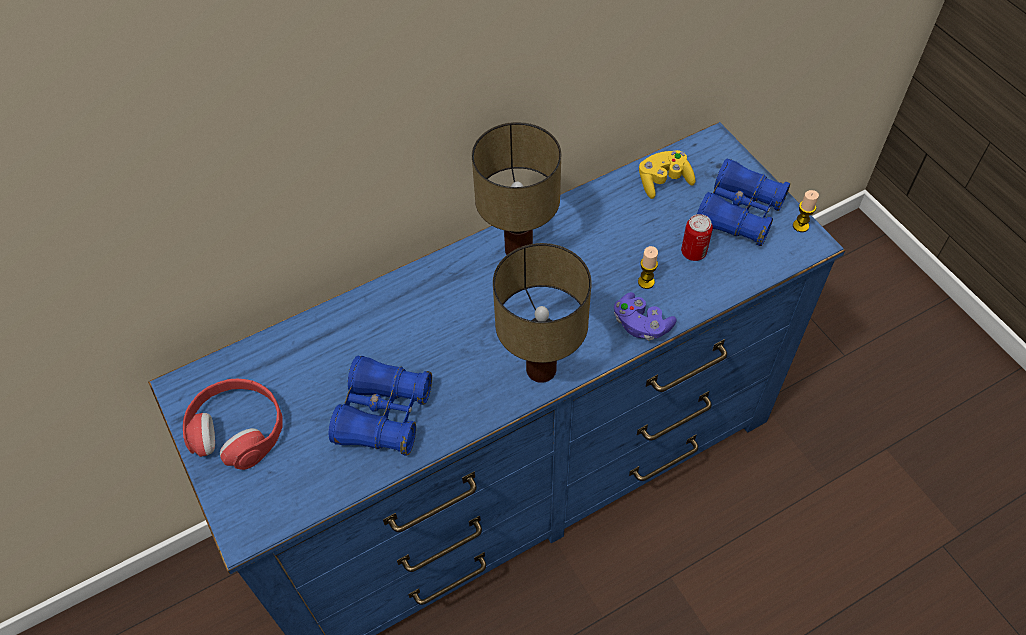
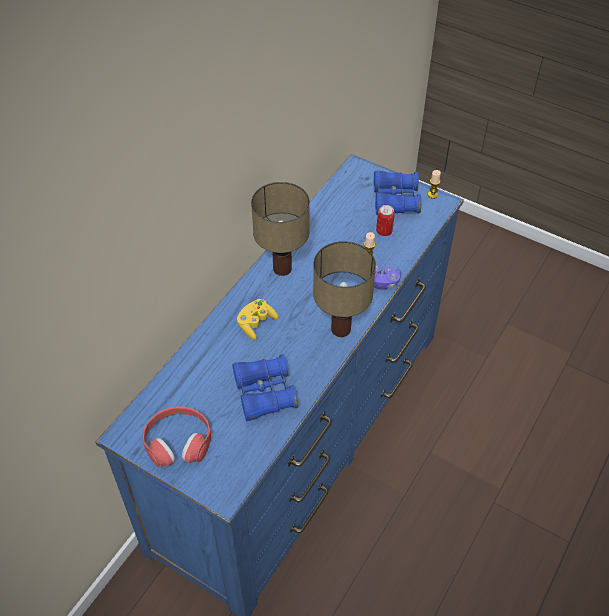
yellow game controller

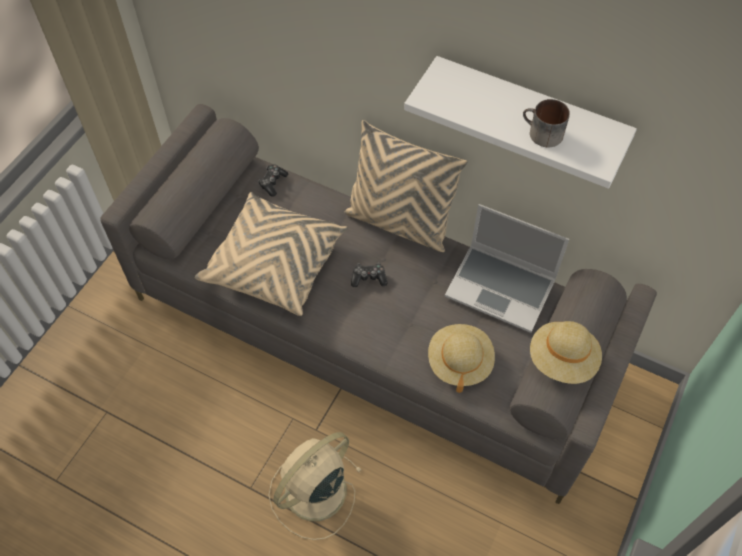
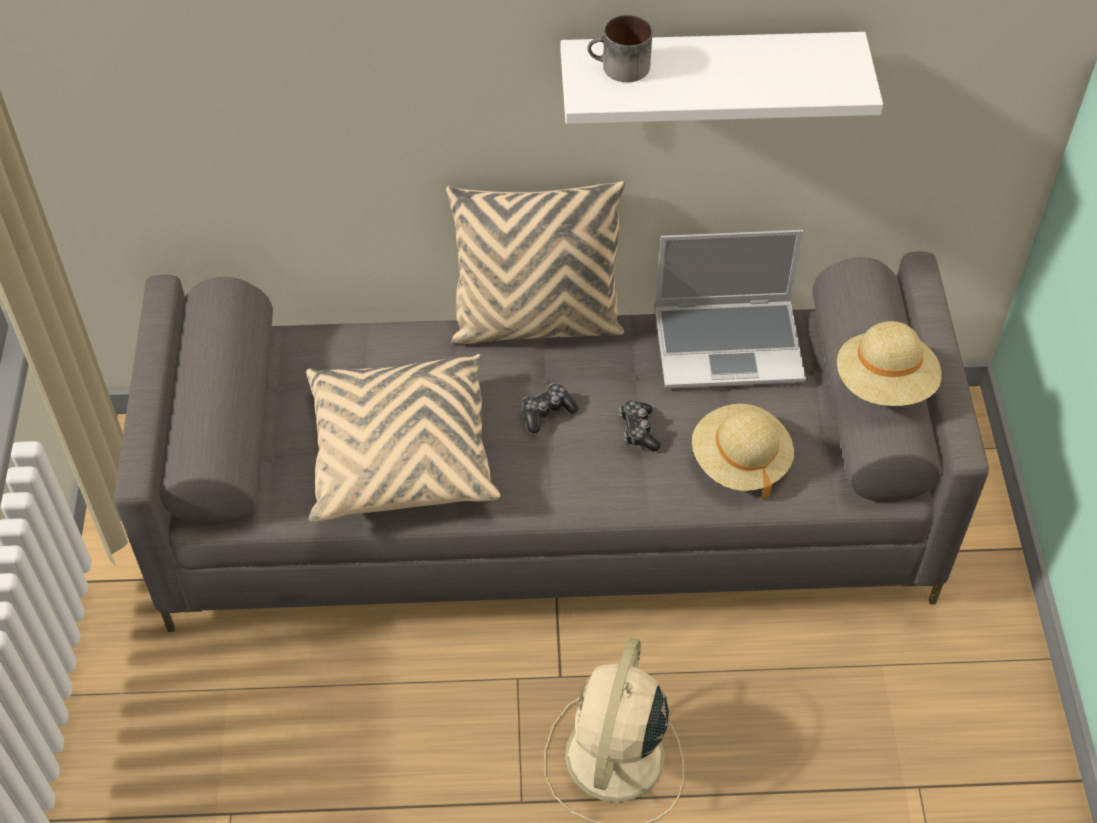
mug; game controller (2nd from left)

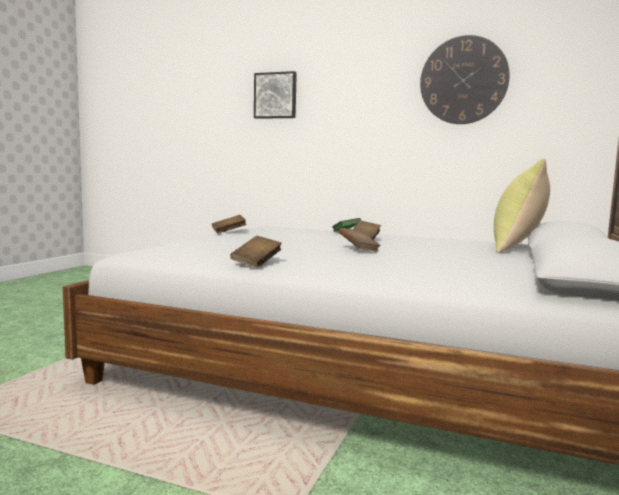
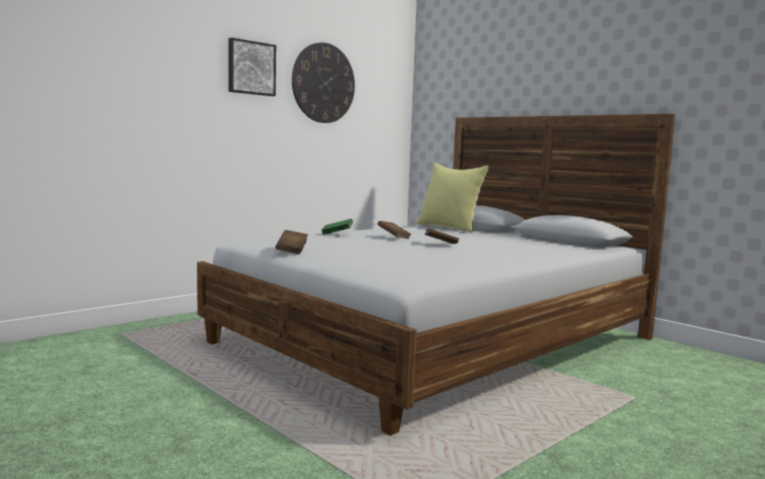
picture; brown book (2nd from left in the first image)

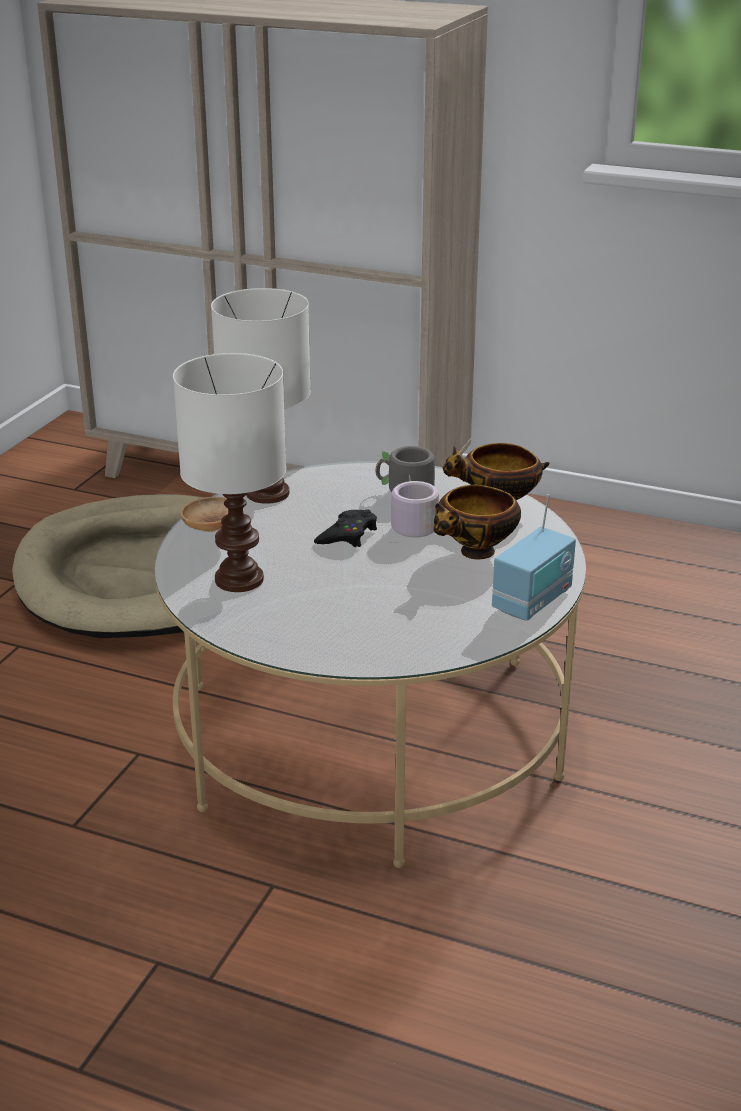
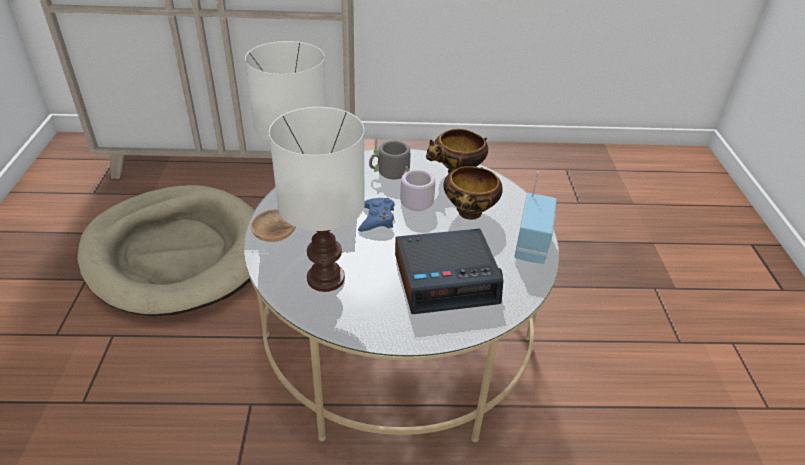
blue game controller; alarm clock

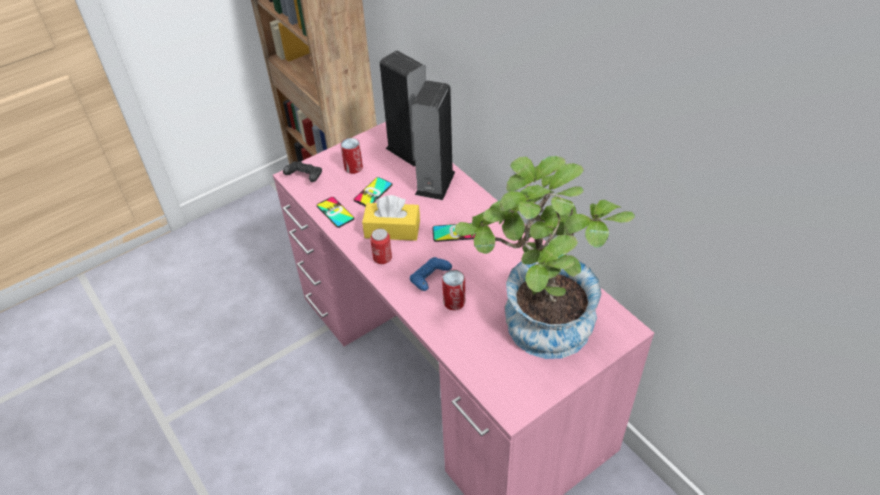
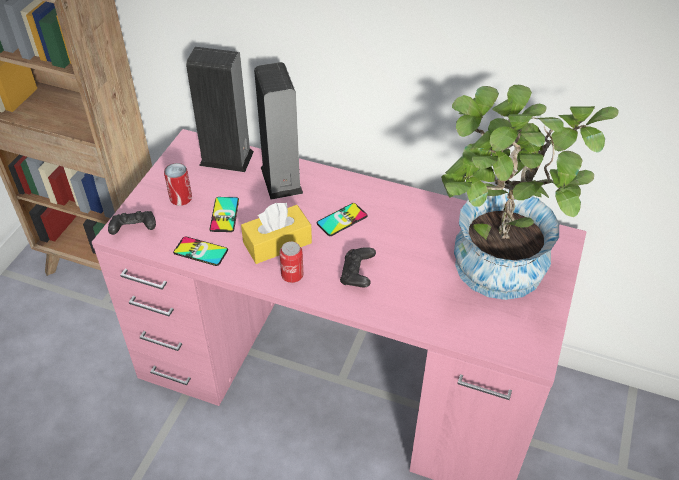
black game controller (2nd from left); can (3rd from left in the first image)

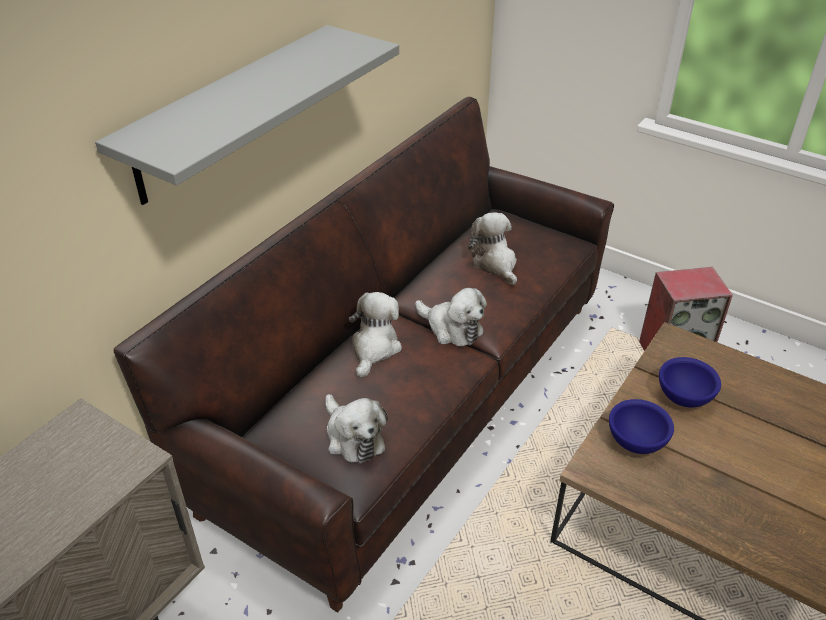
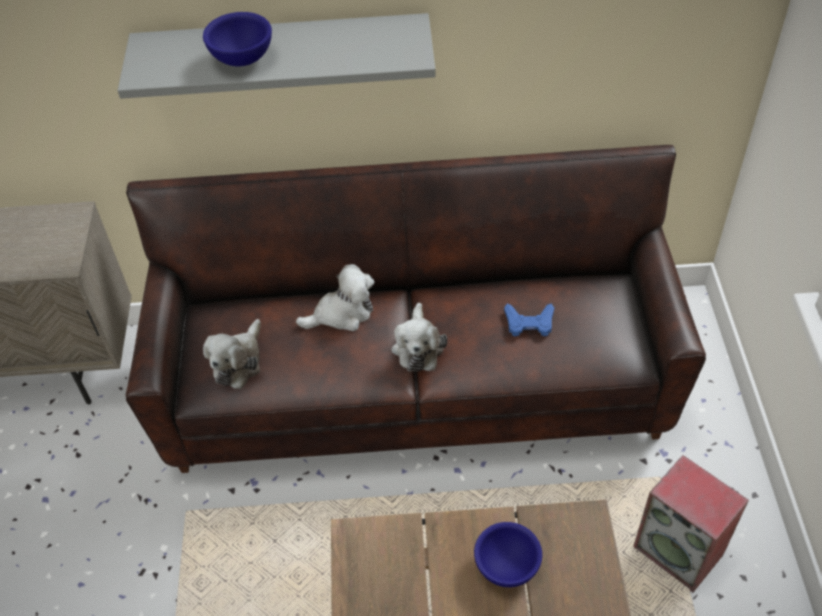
blue bowl (1st from left); blue game controller

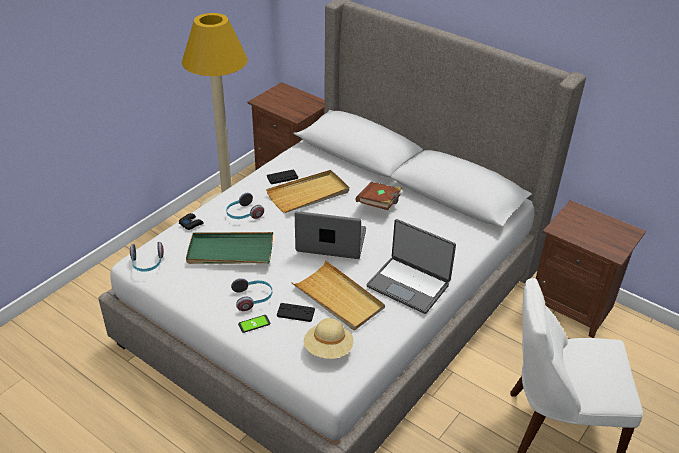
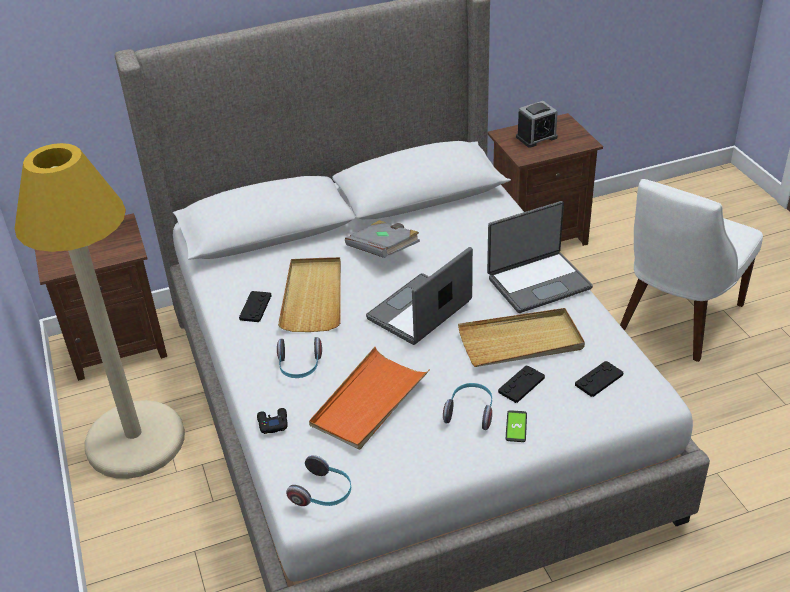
orange tray; grey book; alarm clock; black game controller (4th from left)

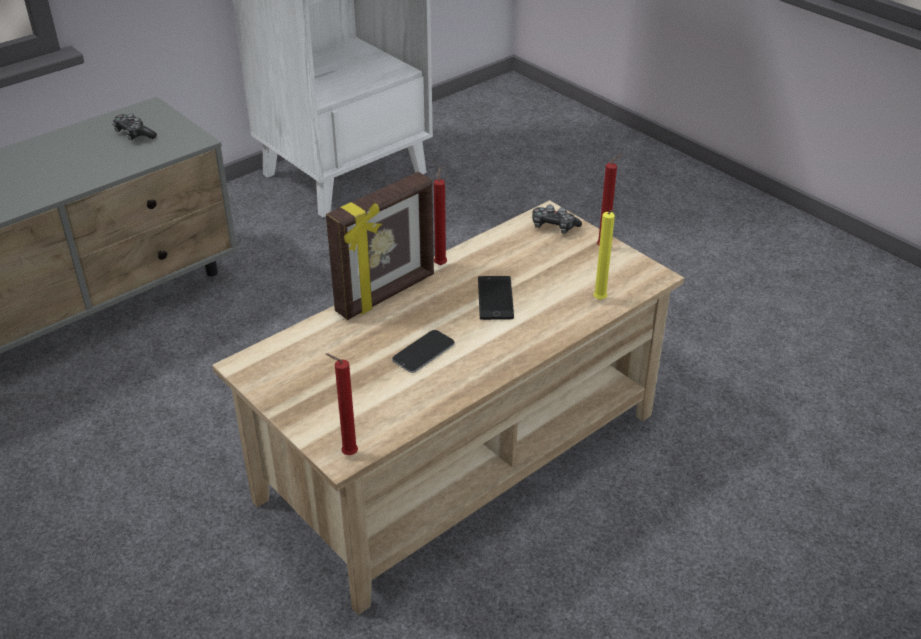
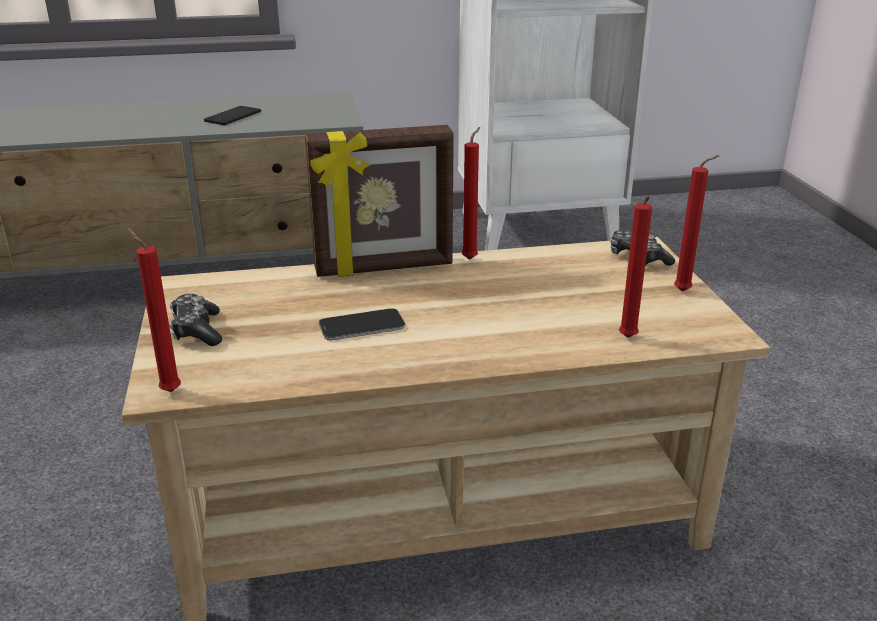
game controller (1st from left); phone (1st from left); red candle (3rd from left)

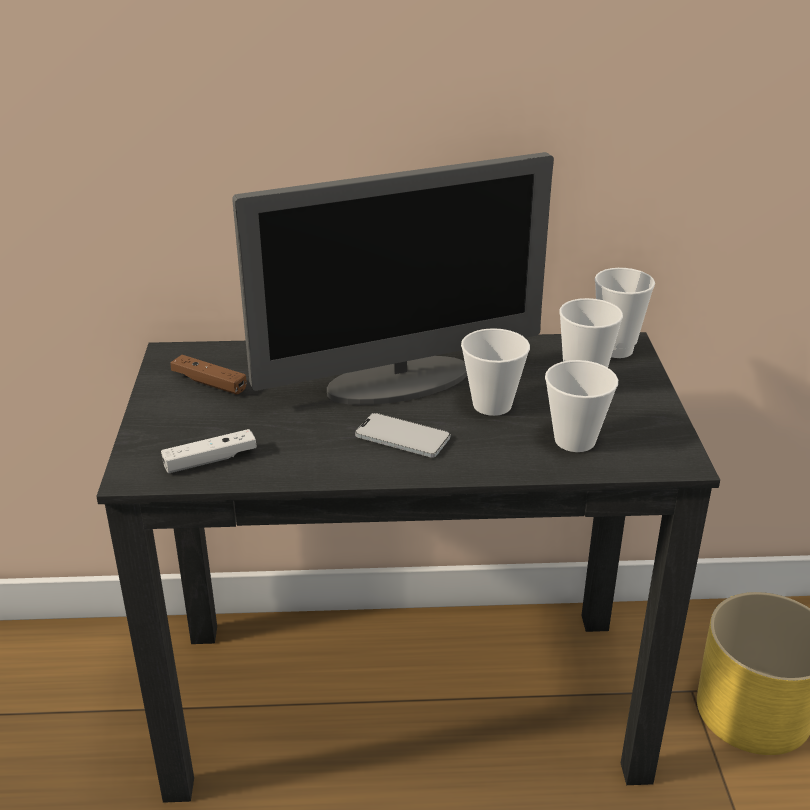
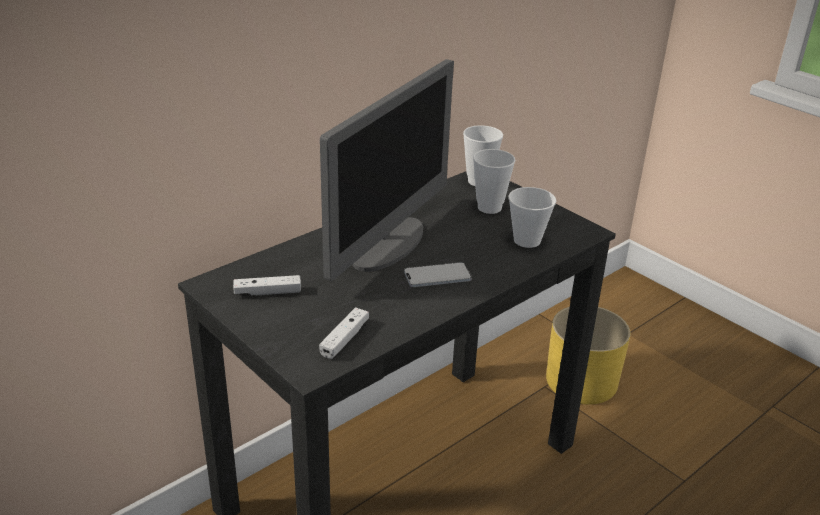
white game controller (1st from left); cup (1st from left in the first image)

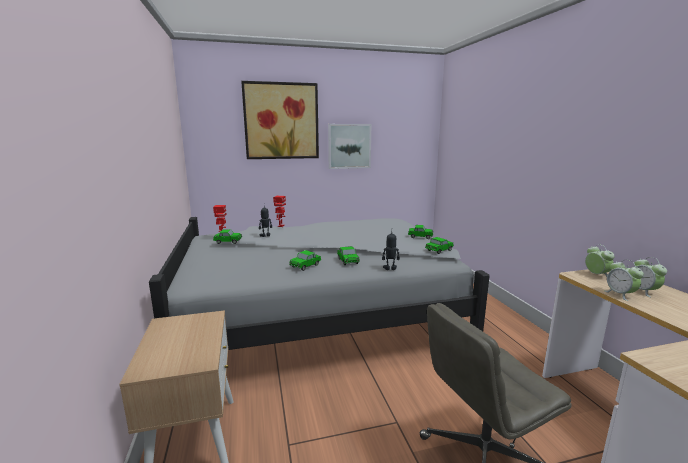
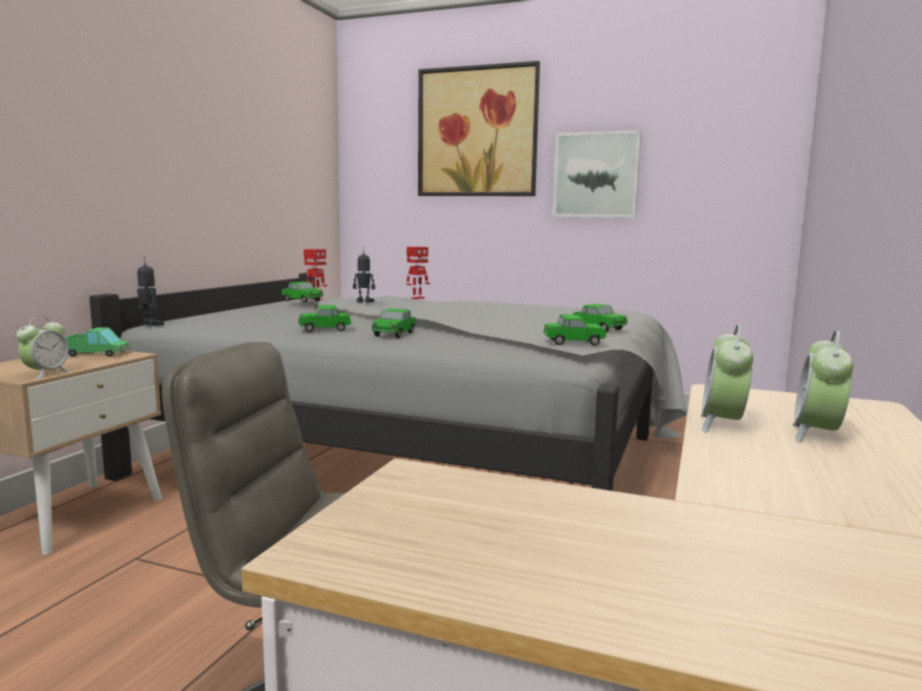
alarm clock (1st from left); toy truck; toy robot (1st from left)

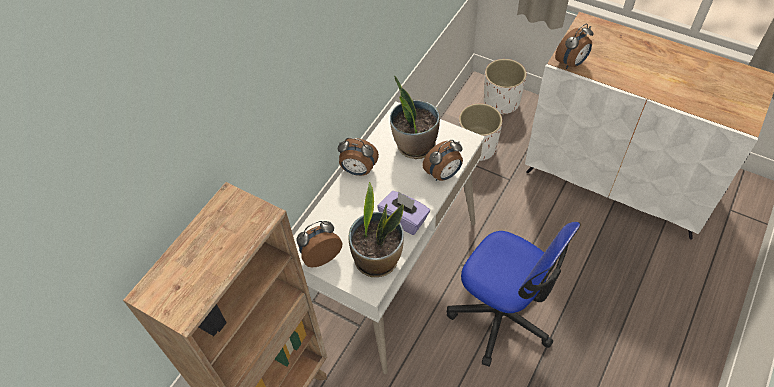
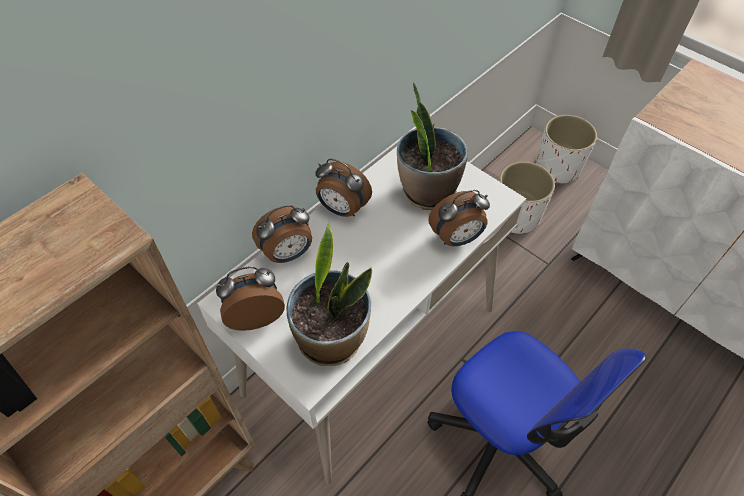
alarm clock (2nd from left); purple tissue box

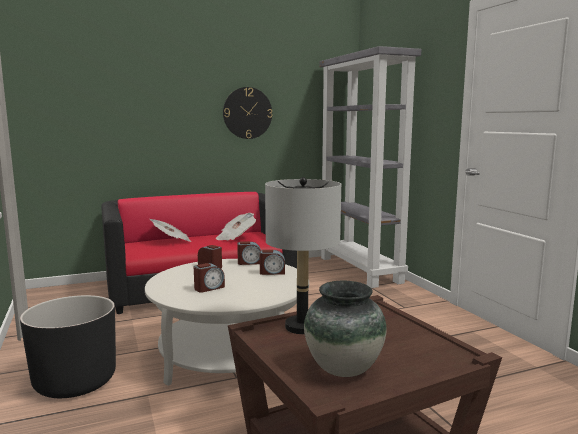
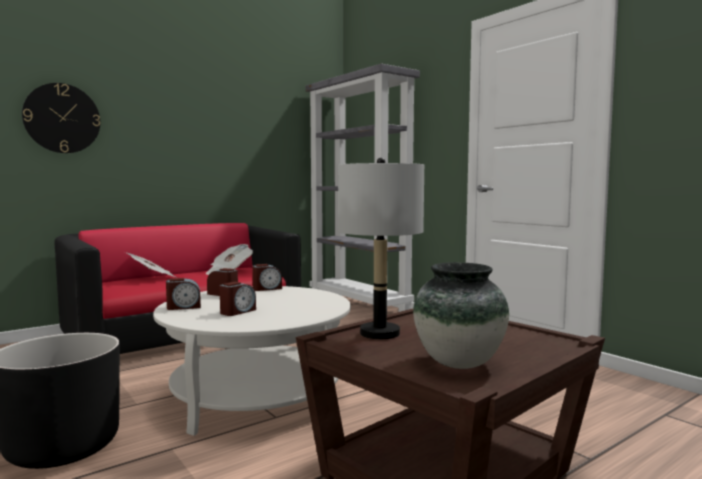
wall clock; alarm clock (1st from left)

